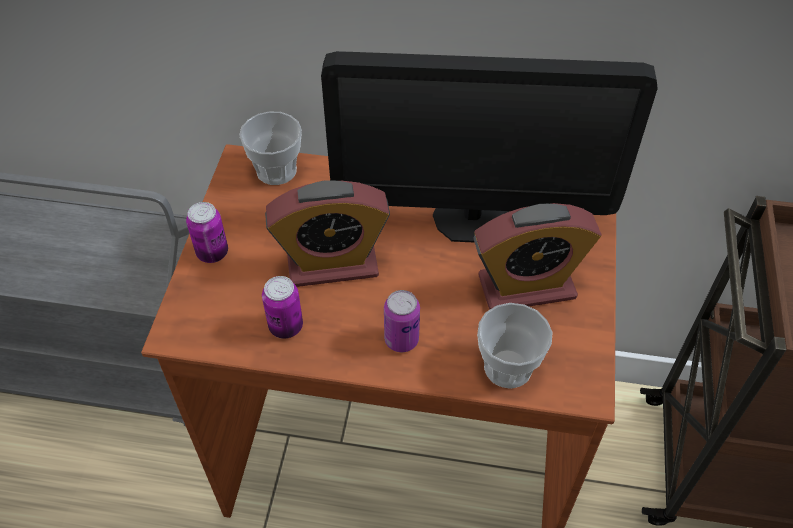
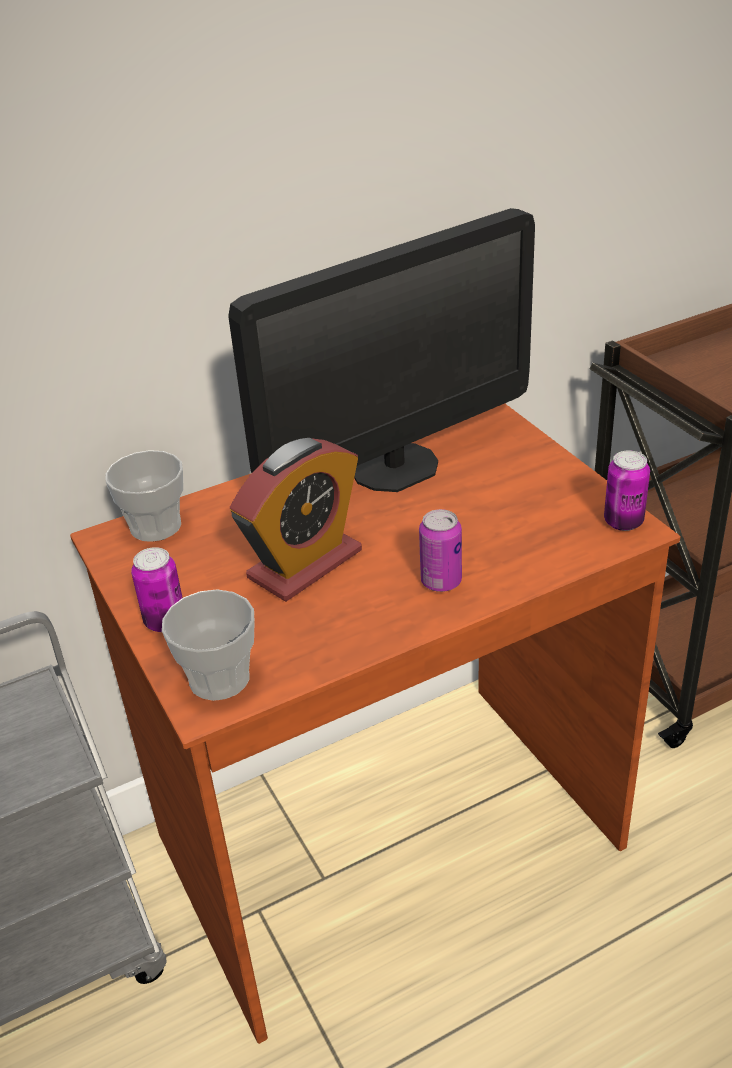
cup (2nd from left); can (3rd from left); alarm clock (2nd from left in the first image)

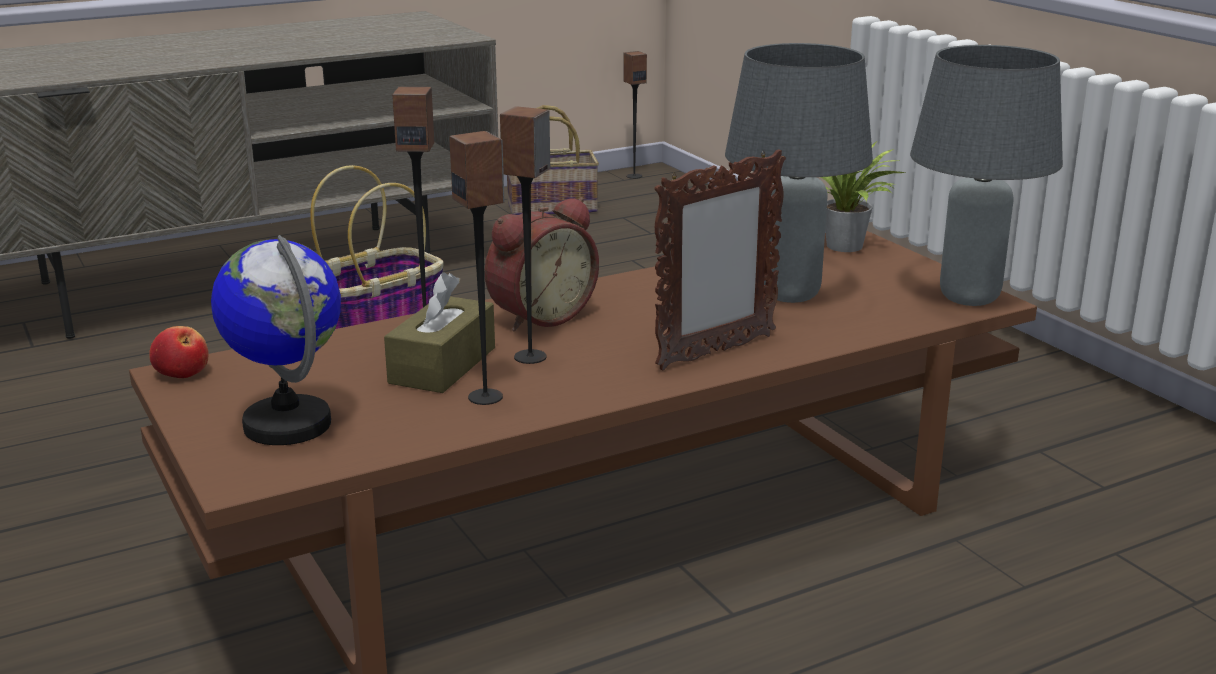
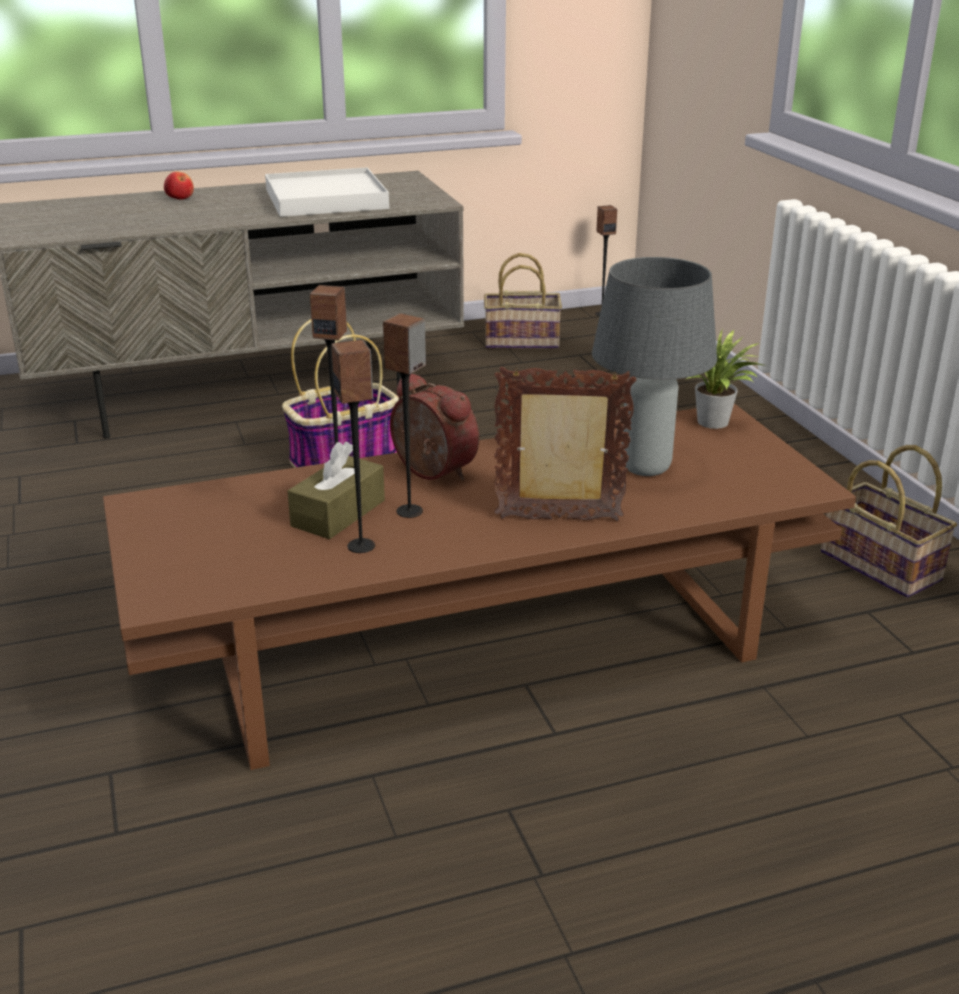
apple; white tray; alarm clock; picture frame; basket (3rd from left); globe; grey table lamp (2nd from left in the first image)

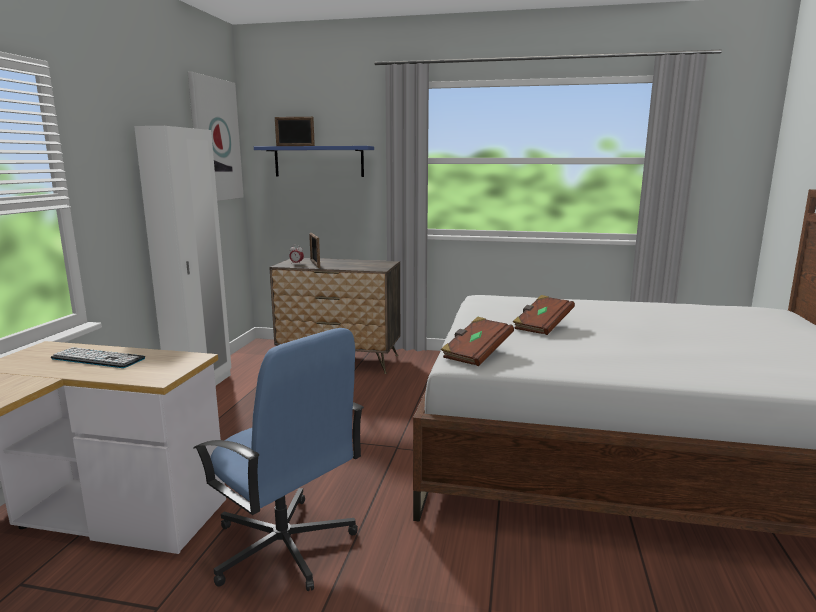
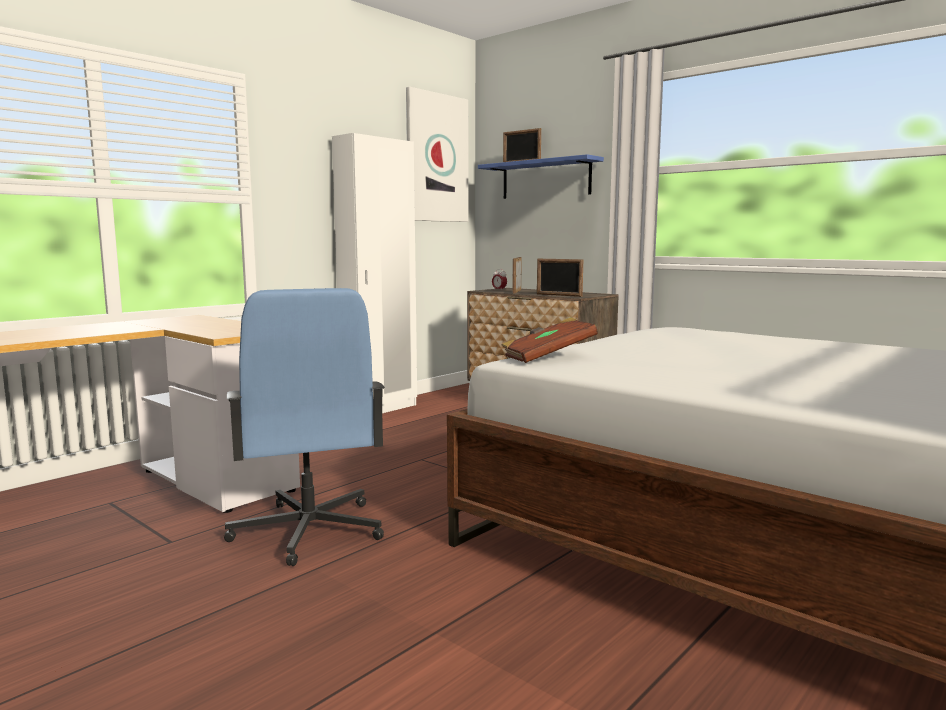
picture frame (3rd from left); keyboard; brown book (2nd from left in the first image)

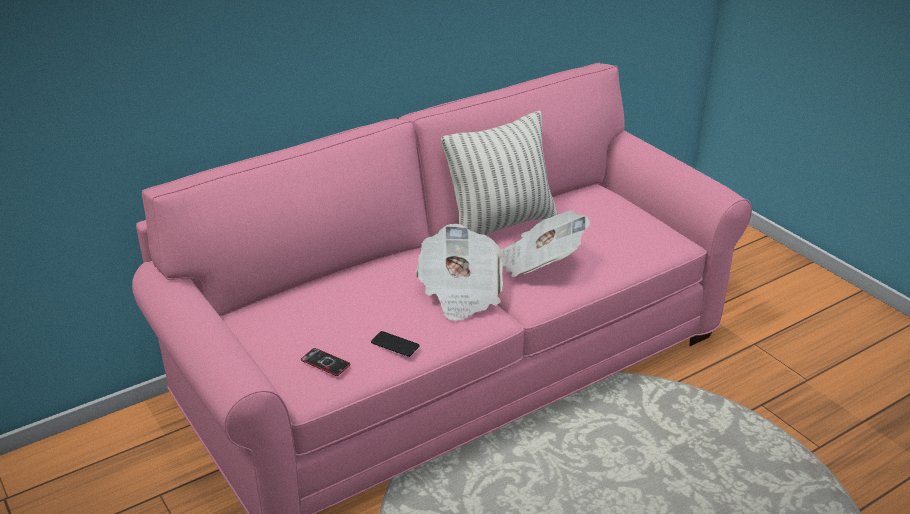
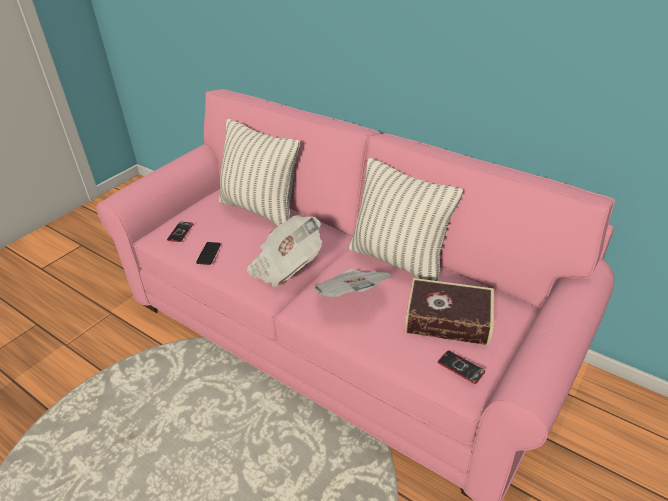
pillow (1st from left); book; phone (3rd from left)

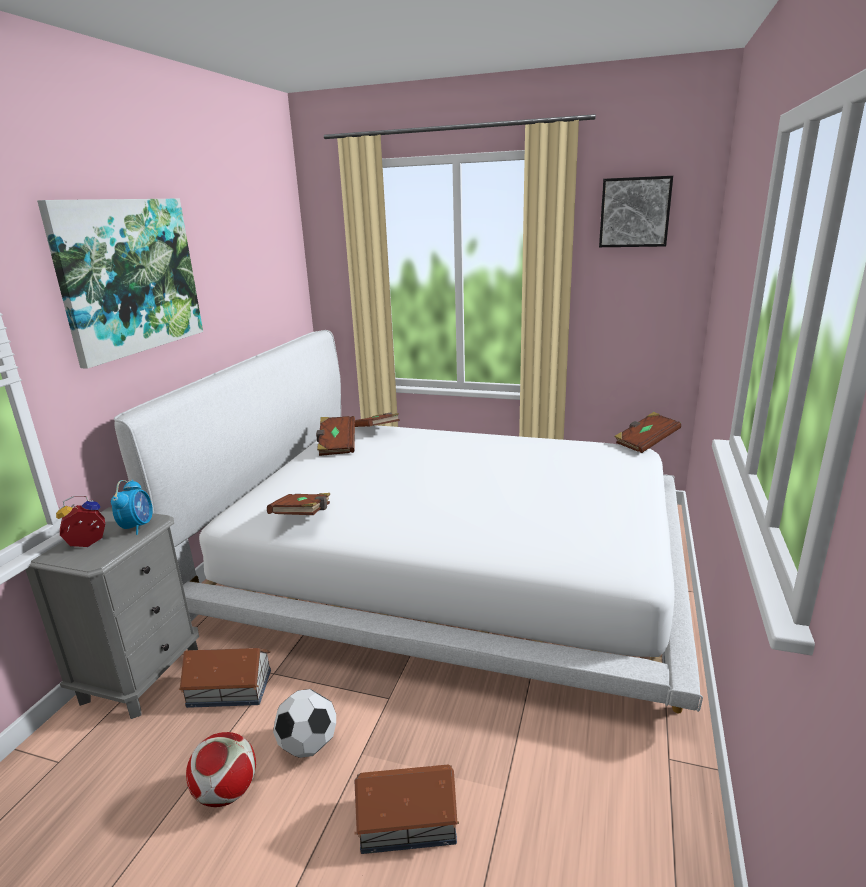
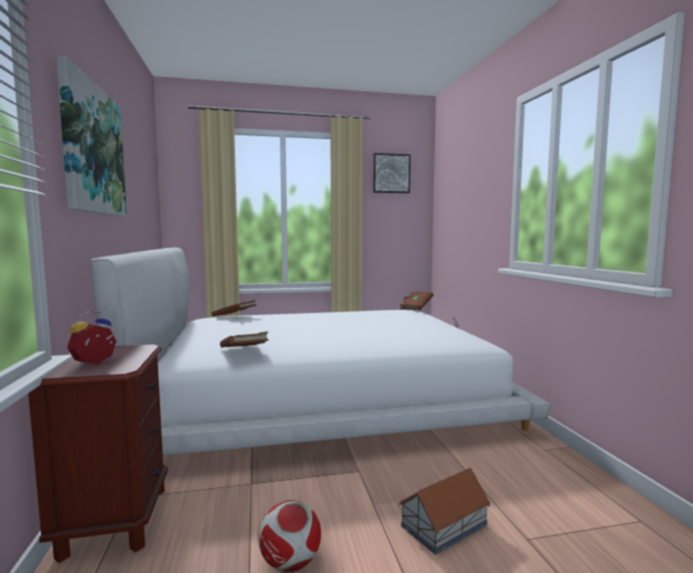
brown nightstand; alarm clock (2nd from left in the first image); toy house (1st from left in the first image); football (2nd from left in the first image); brown book (2nd from left in the first image)

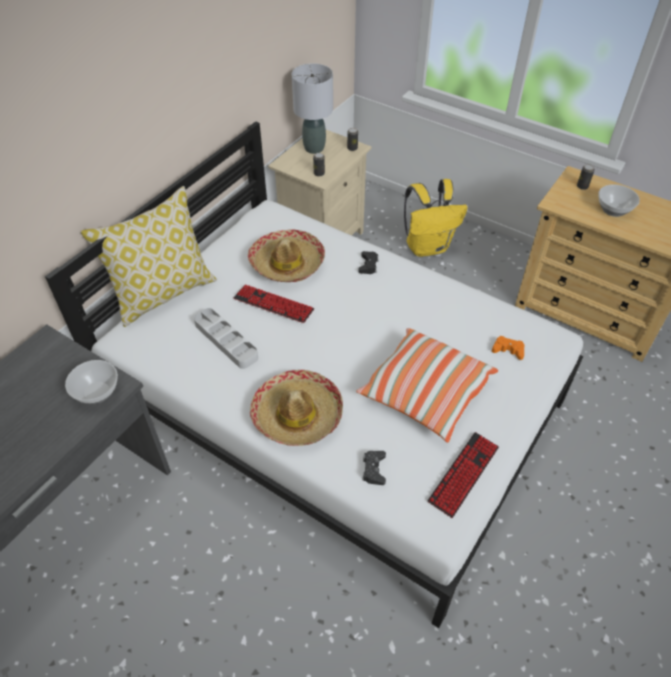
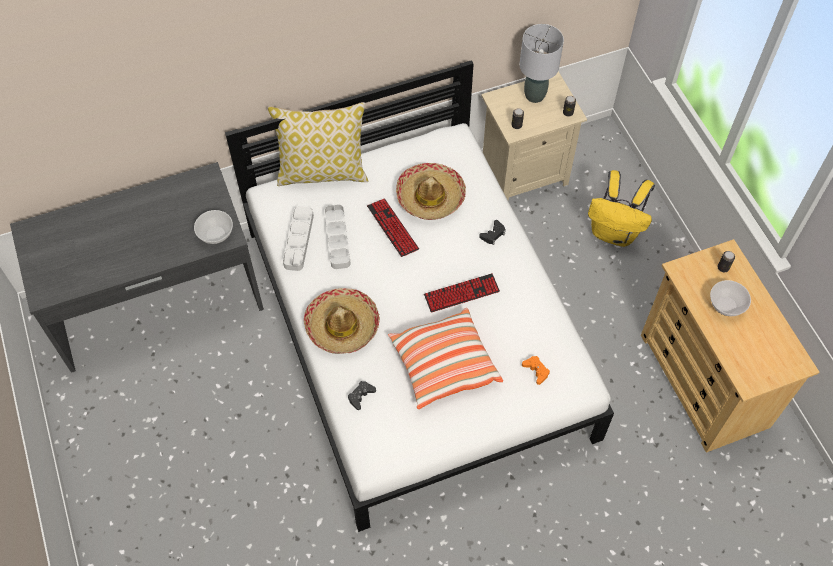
grey tray (1st from left); keyboard (2nd from left)

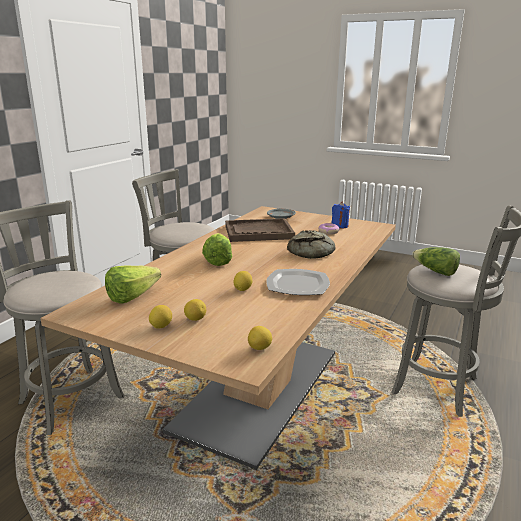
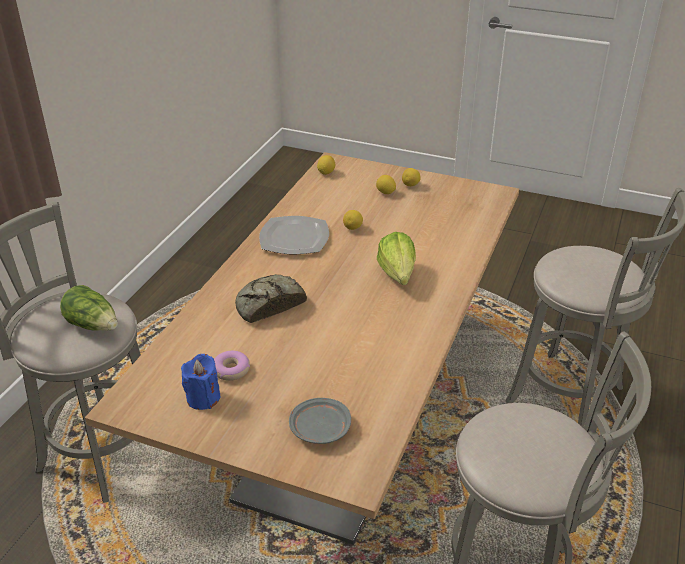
lettuce (1st from left in the first image); brown tray

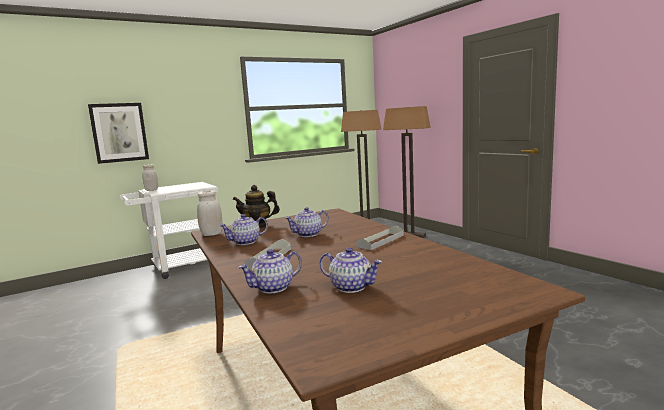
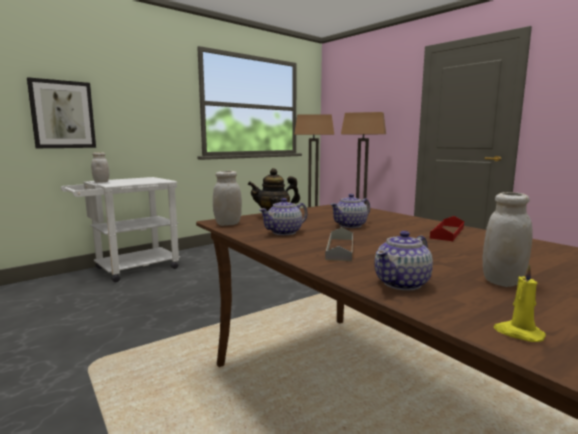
red tray; white jar (3rd from left); yellow candle

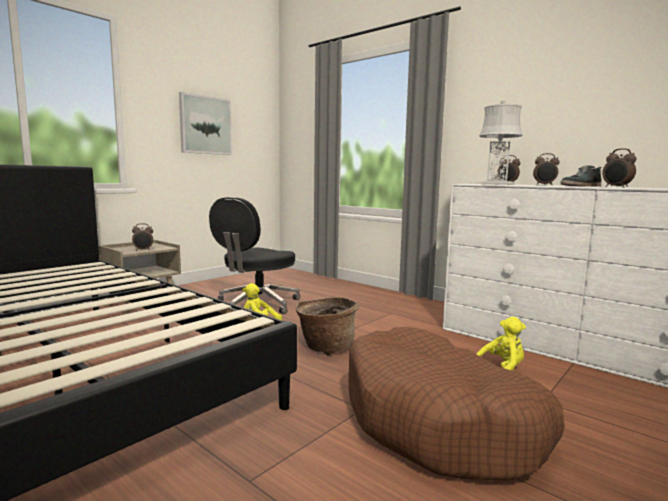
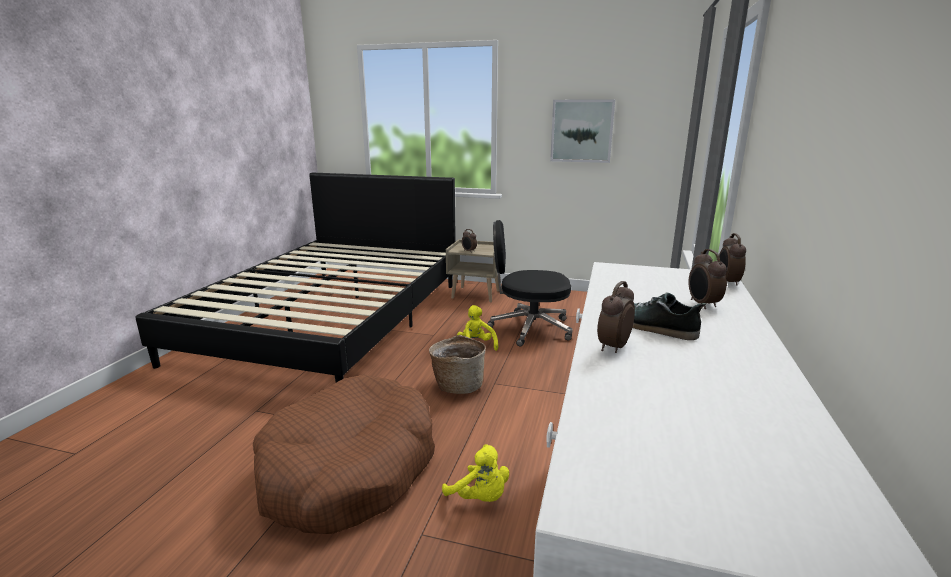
grey table lamp

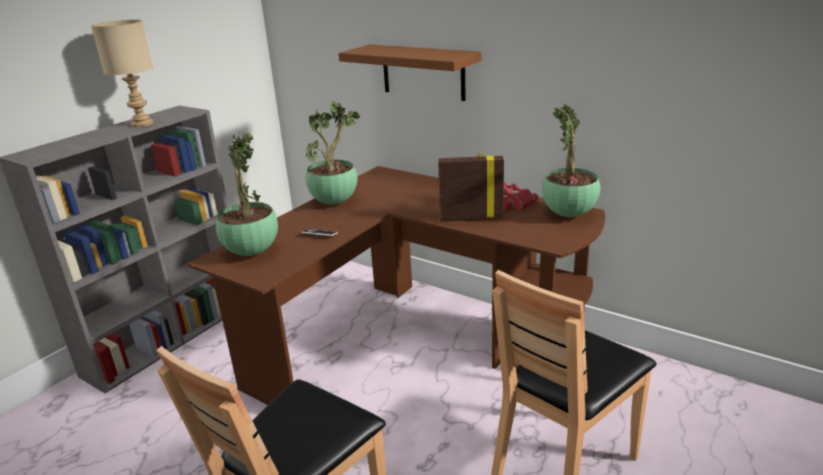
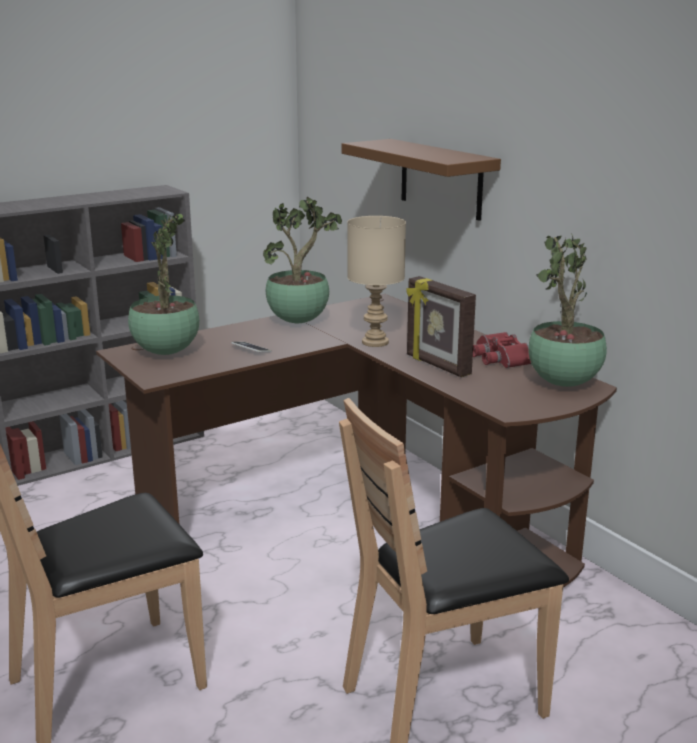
beige table lamp; picture frame

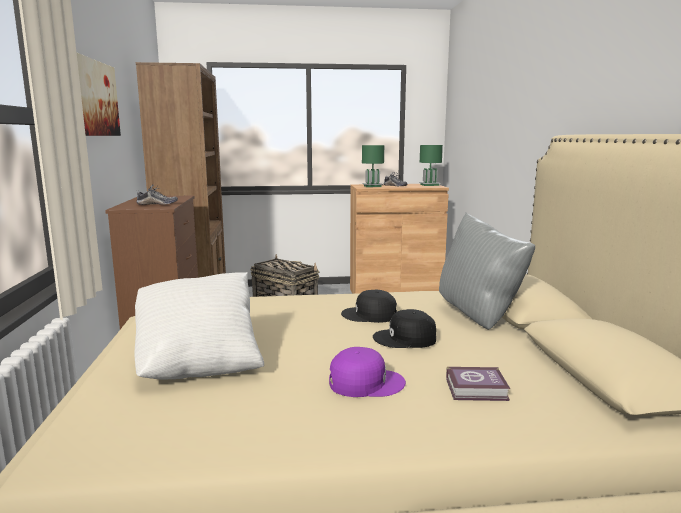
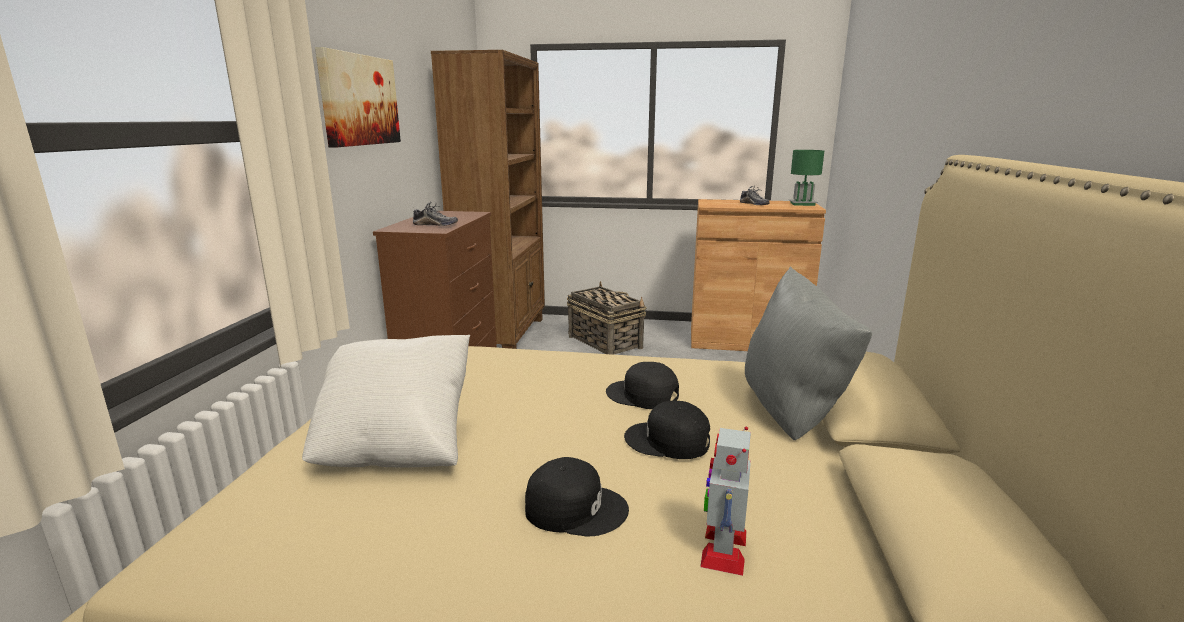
black cap (1st from left); toy robot; green table lamp (1st from left in the first image)

